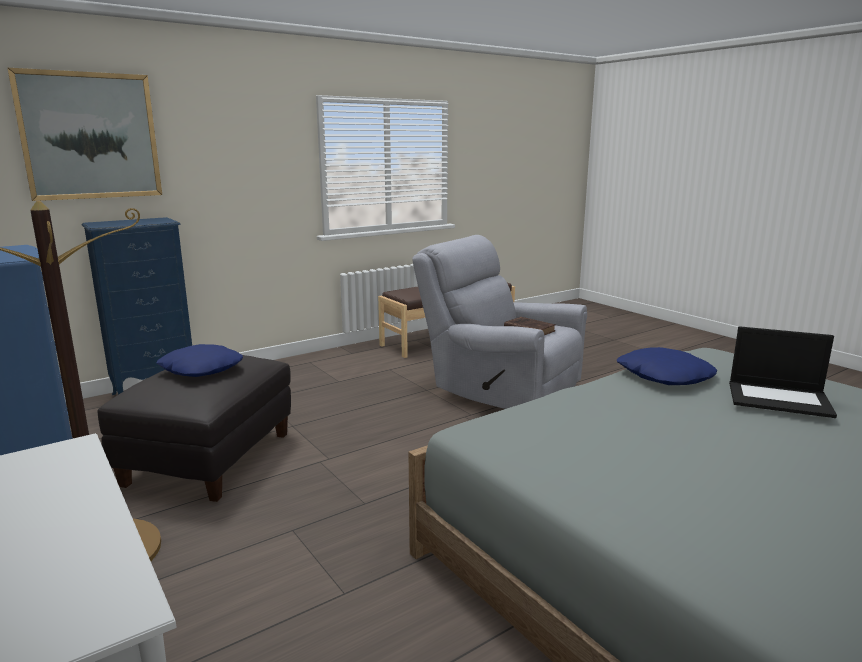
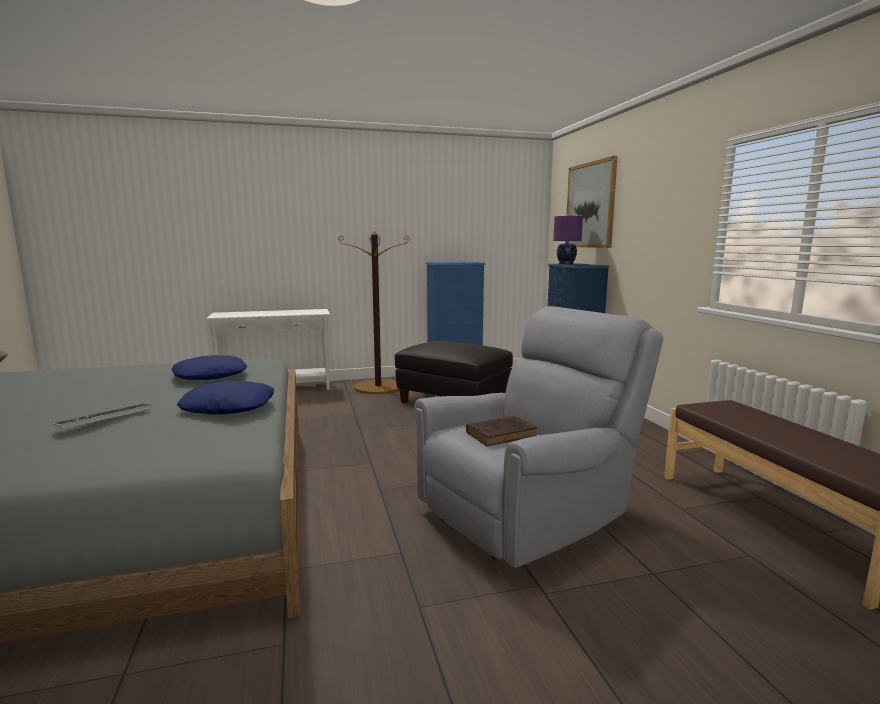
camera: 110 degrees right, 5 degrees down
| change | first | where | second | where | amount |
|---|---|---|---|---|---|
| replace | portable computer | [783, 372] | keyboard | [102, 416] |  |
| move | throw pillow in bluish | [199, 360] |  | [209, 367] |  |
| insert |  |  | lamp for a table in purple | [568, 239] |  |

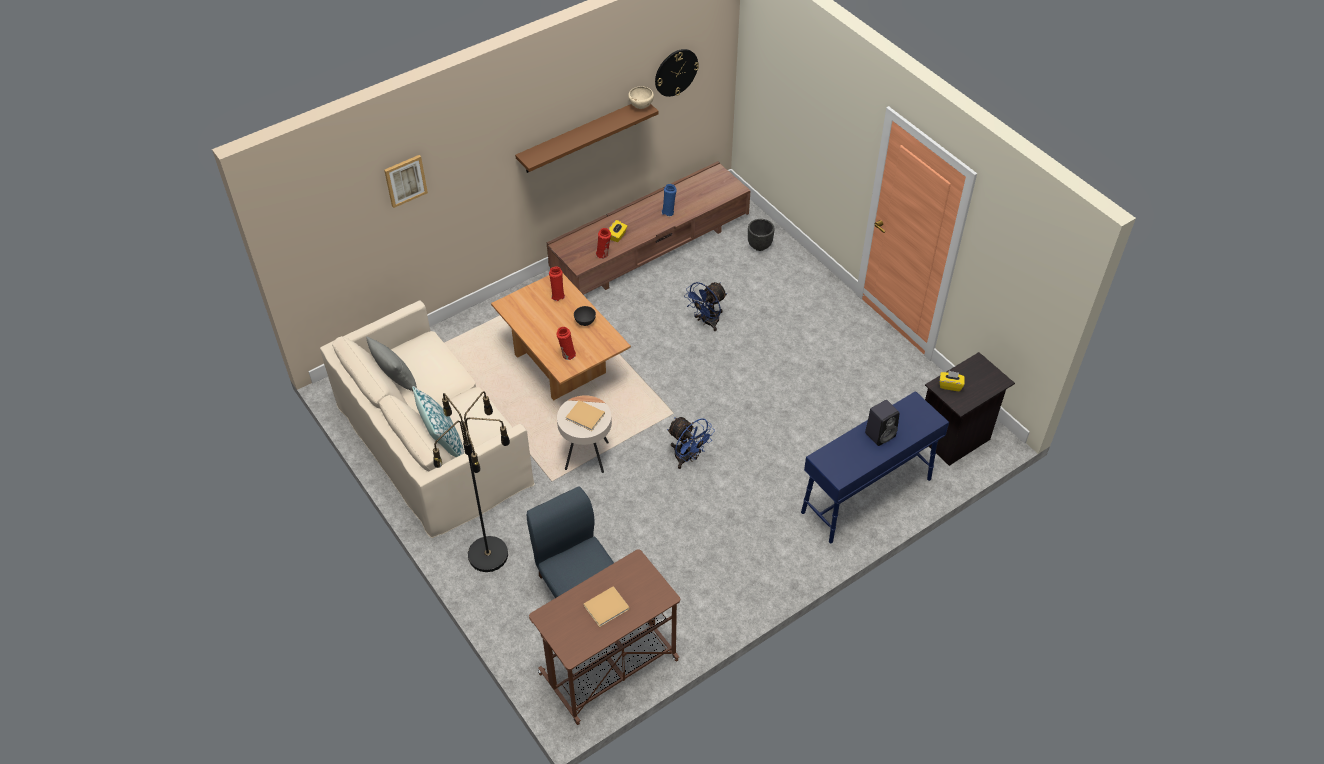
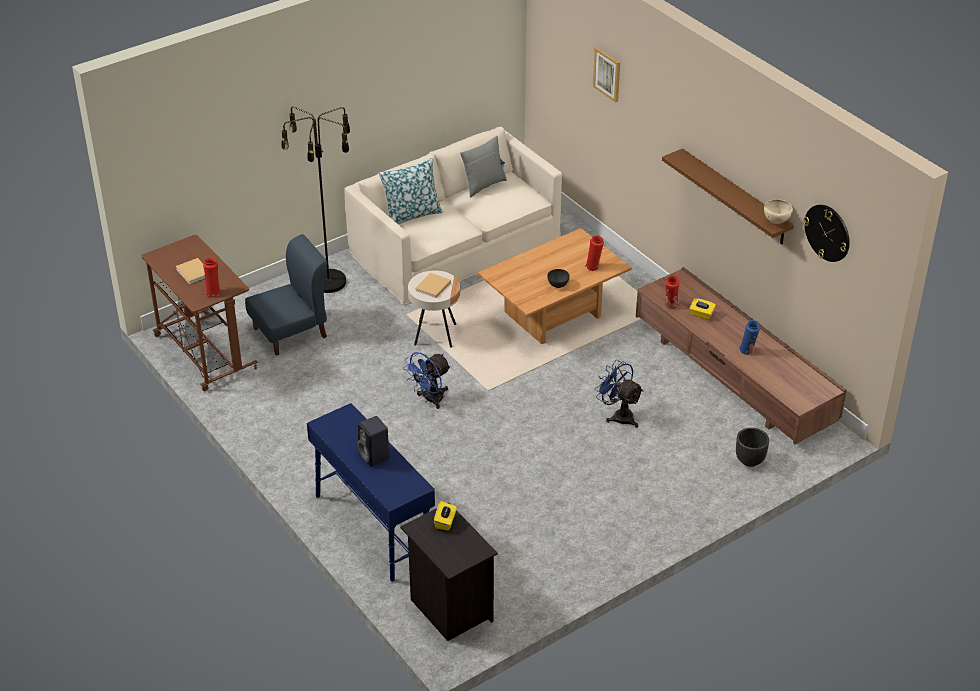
camera: 90 degrees right, 10 degrees down
| change | first | where | second | where | amount |
|---|---|---|---|---|---|
| move | flower vase in red | [566, 343] |  | [211, 277] |  |

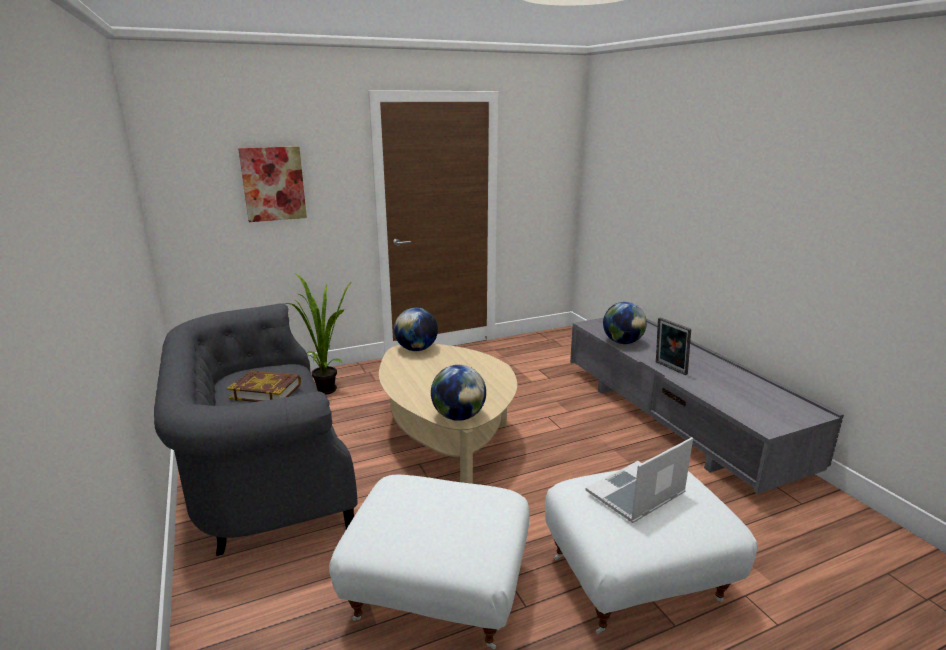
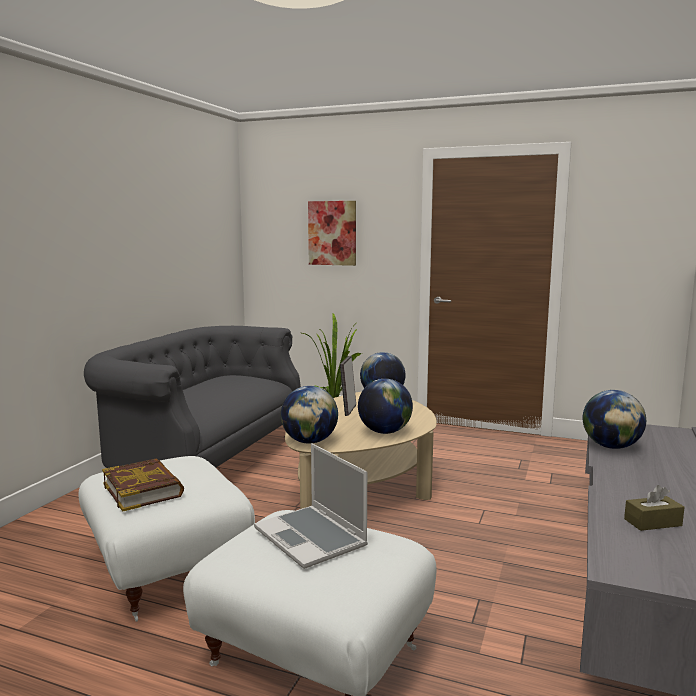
camera: 45 degrees right, 10 degrees down
| change | first | where | second | where | amount |
|---|---|---|---|---|---|
| move | photo frame | [673, 346] |  | [348, 386] |  |
| move | book | [264, 386] |  | [143, 485] |  |
| rotate | portable computer | [639, 480] |  | [311, 506] | 135 degrees counterclockwise |
| insert |  |  | desk globe | [385, 406] |  |
| insert |  |  | tissue holder in brown | [654, 508] |  |

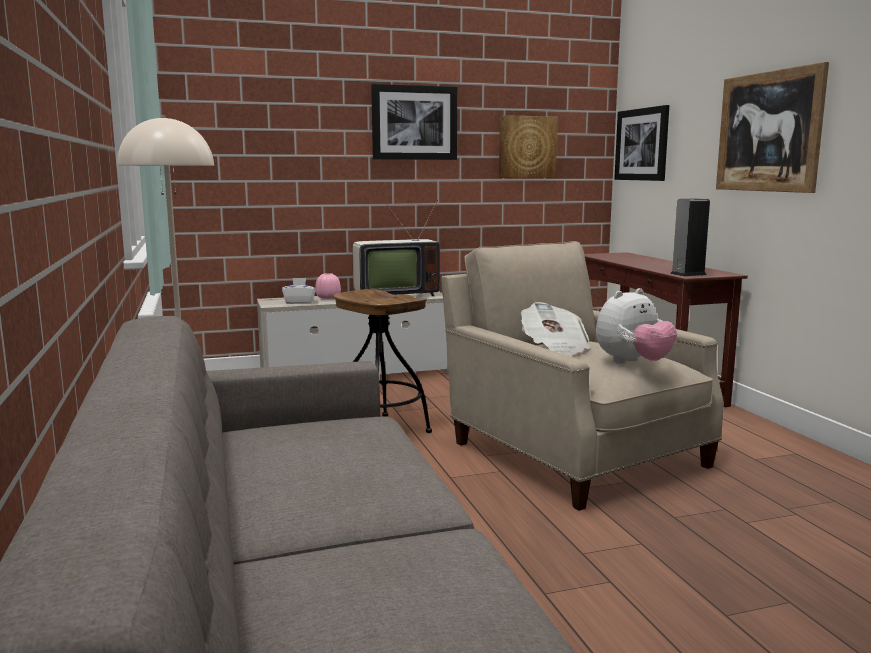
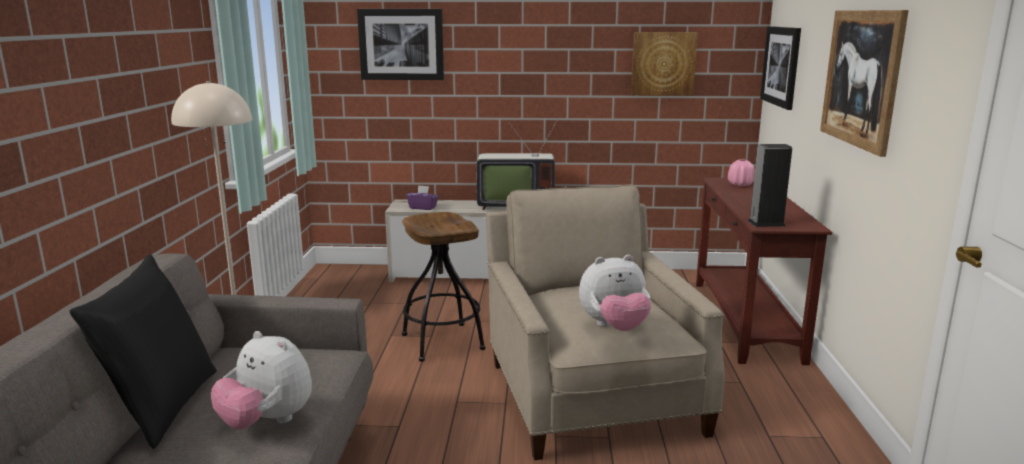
camera: 20 degrees right, 5 degrees up
| change | first | where | second | where | amount |
|---|---|---|---|---|---|
| move | picture | [414, 122] |  | [400, 44] |  |
| move | flower vase in pinkish | [328, 286] |  | [741, 172] |  |
| recolor | tissue holder in white | [299, 291] | tissue holder in purple | [422, 197] |  |
| delete | daily paper | [556, 329] |  |  |  |
| insert |  |  | throw pillow in blackish | [143, 351] |  |
| insert |  |  | cuddly toy | [261, 380] |  |

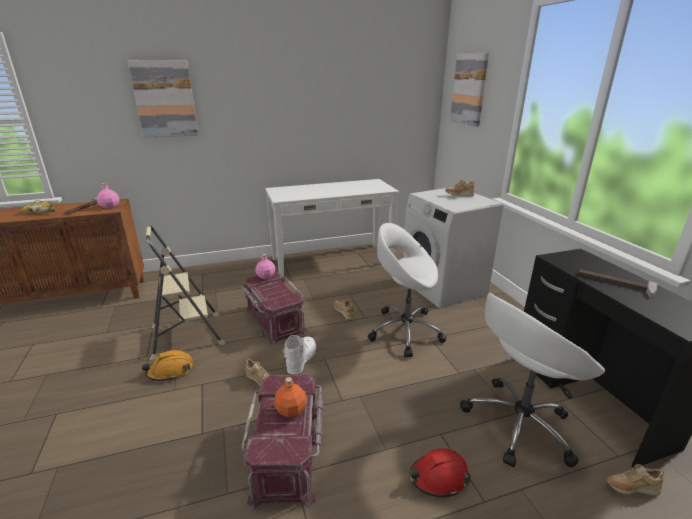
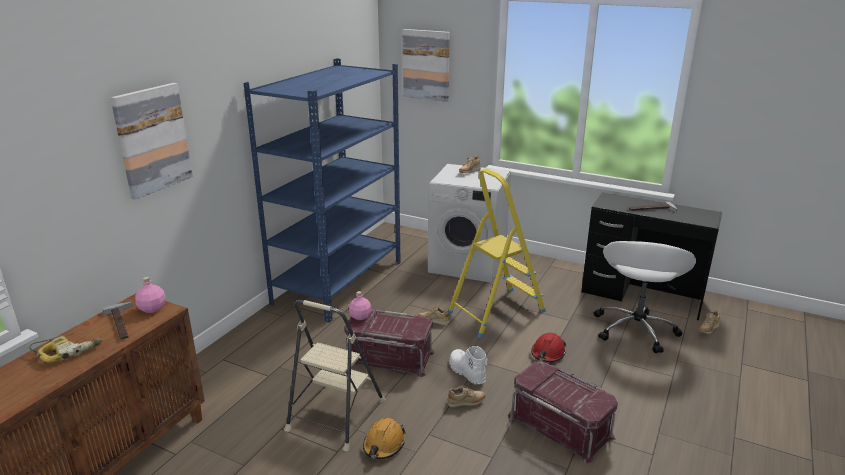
camera: 45 degrees left, 0 degrees up
| change | first | where | second | where | amount |
|---|---|---|---|---|---|
| replace | console table in white | [332, 228] | bookcase in bluish | [322, 190] |  |
| replace | desk chair in white | [407, 290] | step stool in yellow | [497, 253] |  |
| delete | drink bottle in orangey | [290, 397] |  |  |  |
| move | hard hat in red | [439, 472] |  | [548, 347] |  |

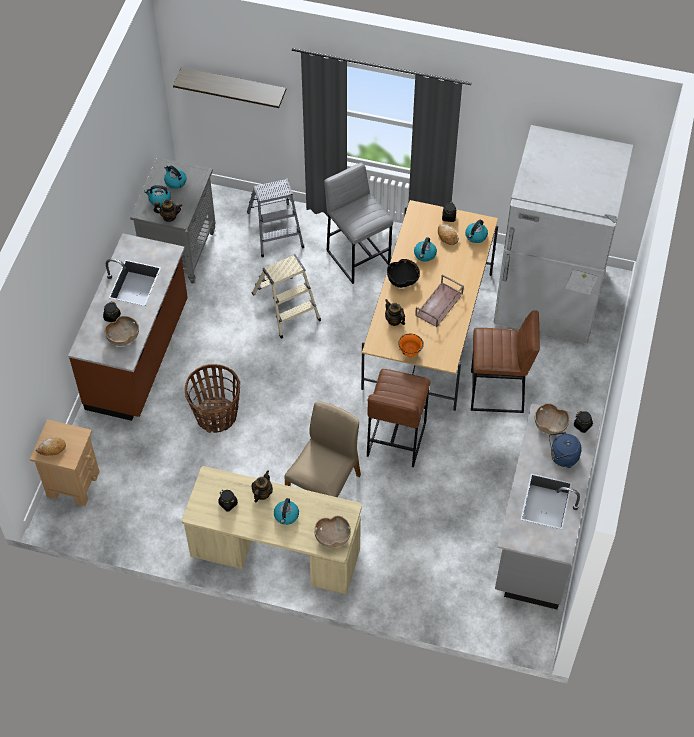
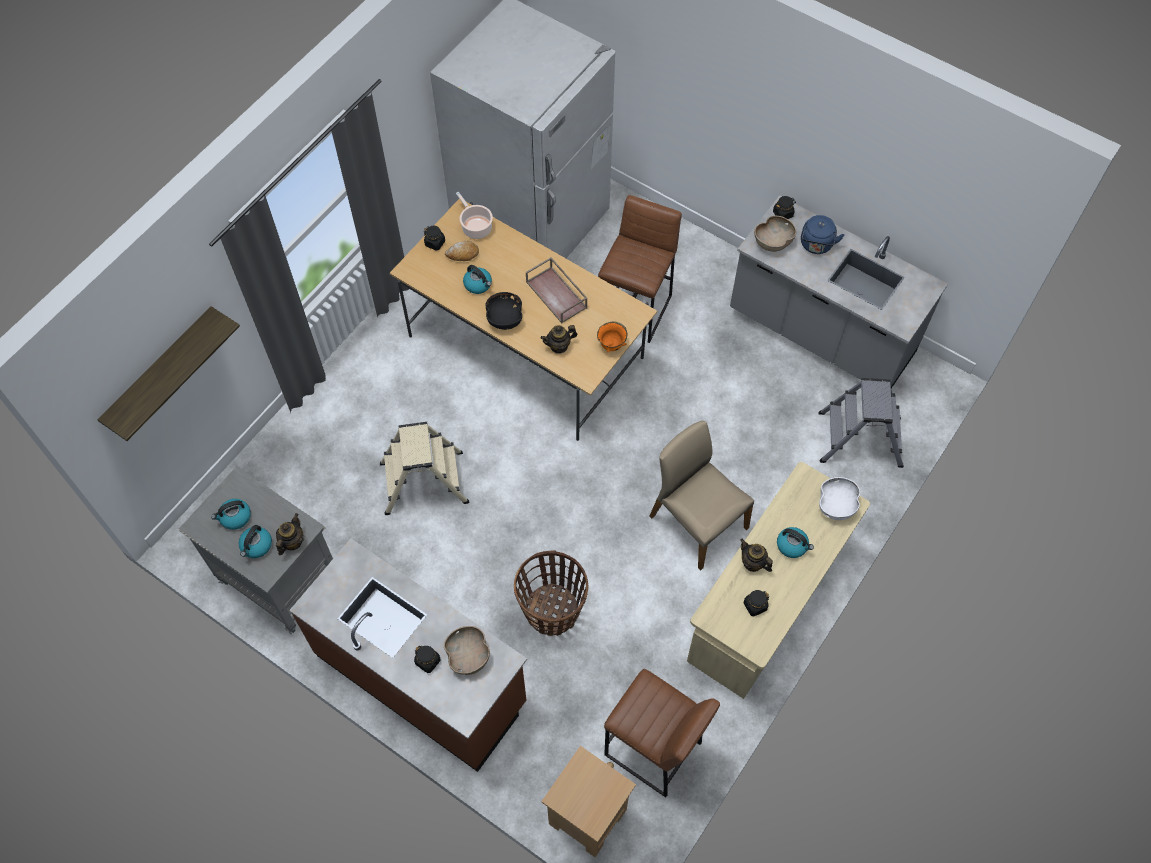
camera: 70 degrees left, 5 degrees up
| change | first | where | second | where | amount |
|---|---|---|---|---|---|
| delete | stool in grey | [358, 223] |  |  |  |
| move | step stool in grey | [275, 218] |  | [861, 423] |  |
| replace | tea kettle | [476, 231] | saucepot | [474, 215] |  |
| move | stool in brown | [399, 418] |  | [662, 733] |  |
| delete | bread | [51, 446] |  |  |  |
| recolor | deep dish in brown | [332, 532] | deep dish in white | [839, 498] |  |

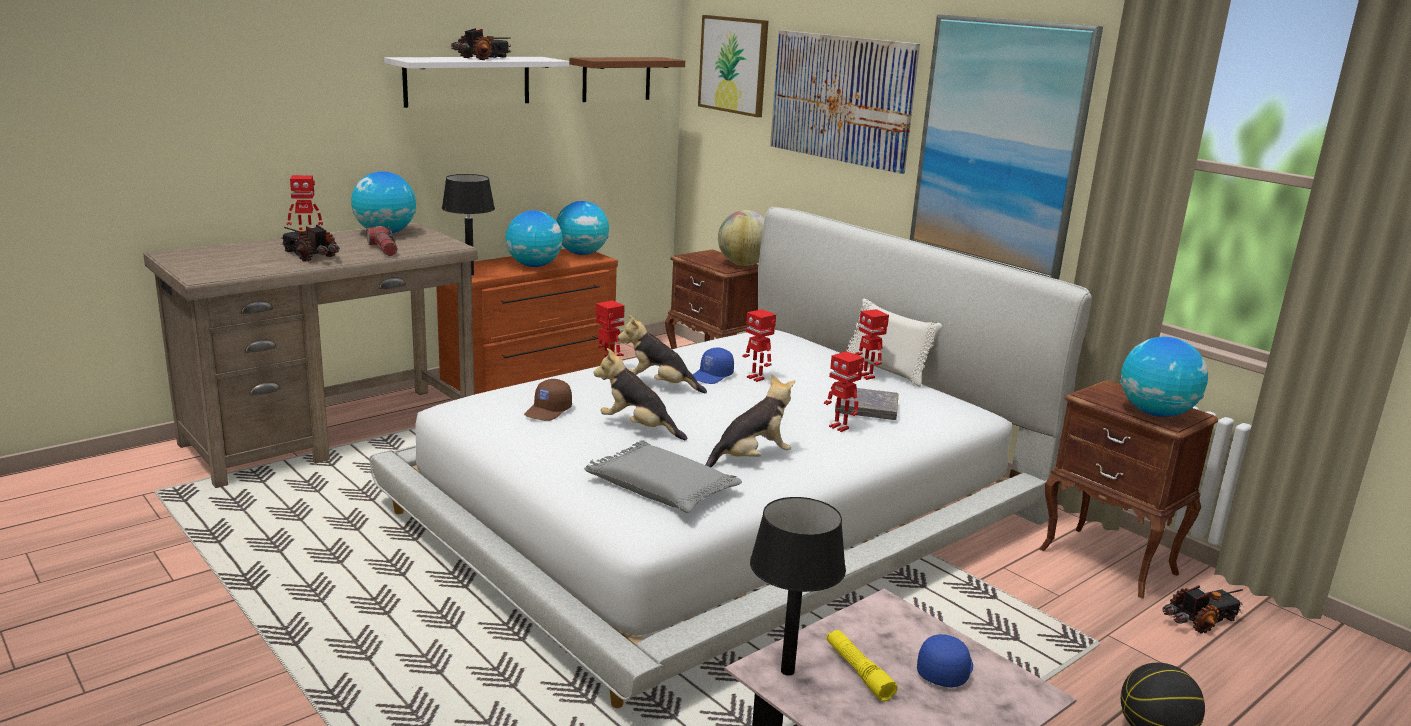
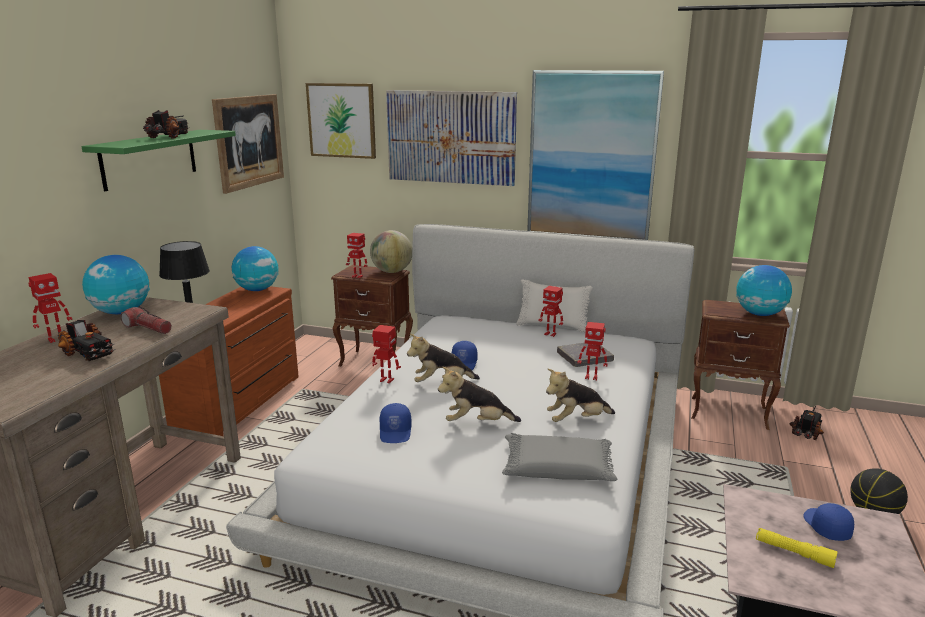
camera: 30 degrees left, 0 degrees up
| change | first | where | second | where | amount |
|---|---|---|---|---|---|
| recolor | wall shelf in white | [476, 82] | wall shelf in green | [158, 160] |  |
| replace | wall shelf in brown | [627, 79] | picture | [248, 144] |  |
| delete | desk globe | [534, 238] |  |  |  |
| rotate | toy lorry | [310, 243] |  | [87, 340] | 150 degrees counterclockwise |
| move | toy robot | [759, 345] |  | [356, 255] |  |
| rotate | cuddly toy | [750, 420] |  | [580, 395] | 135 degrees counterclockwise |
| recolor | cap in brown | [548, 400] | cap in bluish | [396, 423] |  |
| delete | lamp for a table in blackish | [798, 586] |  |  |  |

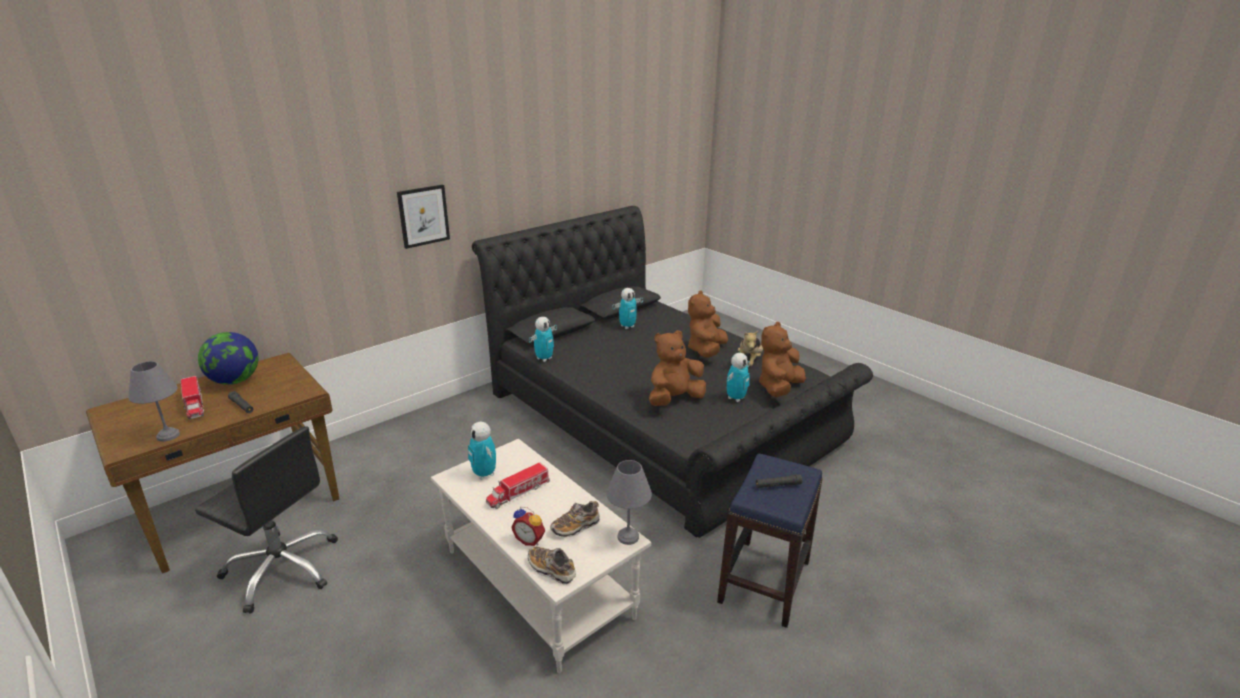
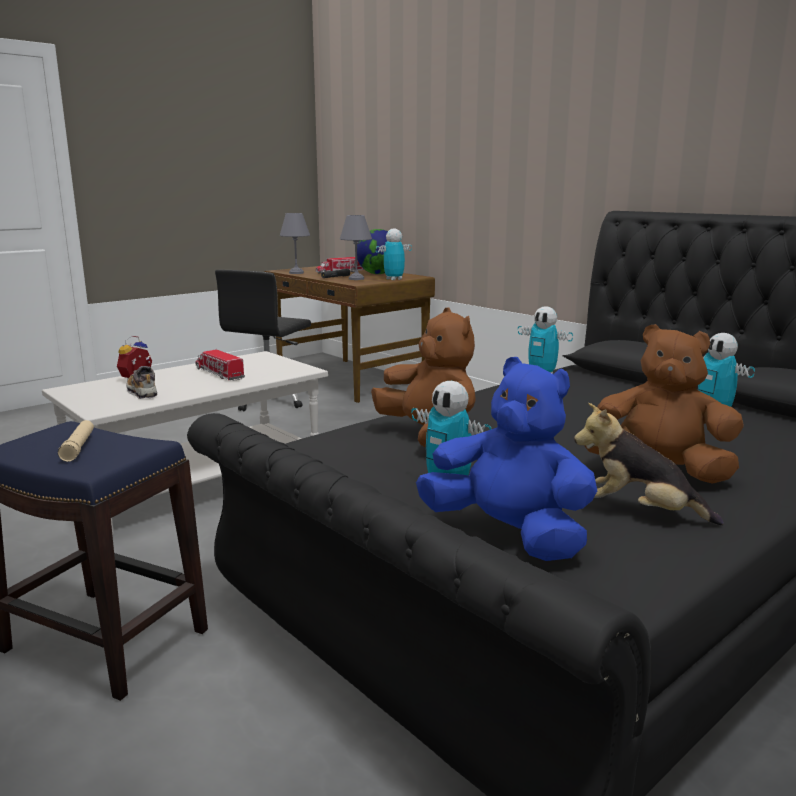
camera: 90 degrees right, 10 degrees down
| change | first | where | second | where | amount |
|---|---|---|---|---|---|
| delete | picture | [423, 216] |  |  |  |
| recolor | cuddly toy in brown | [782, 359] | cuddly toy in bluish | [506, 459] |  |
| move | toy robot | [482, 451] |  | [394, 254] |  |
| move | lamp for a table in grey | [629, 502] |  | [356, 247] |  |
| recolor | torch in blackish | [779, 481] | torch in beige | [76, 441] |  |
| delete | item of footwear | [552, 566] |  |  |  |

